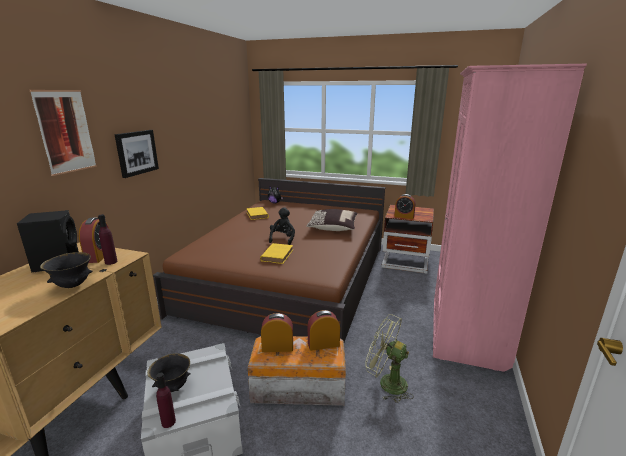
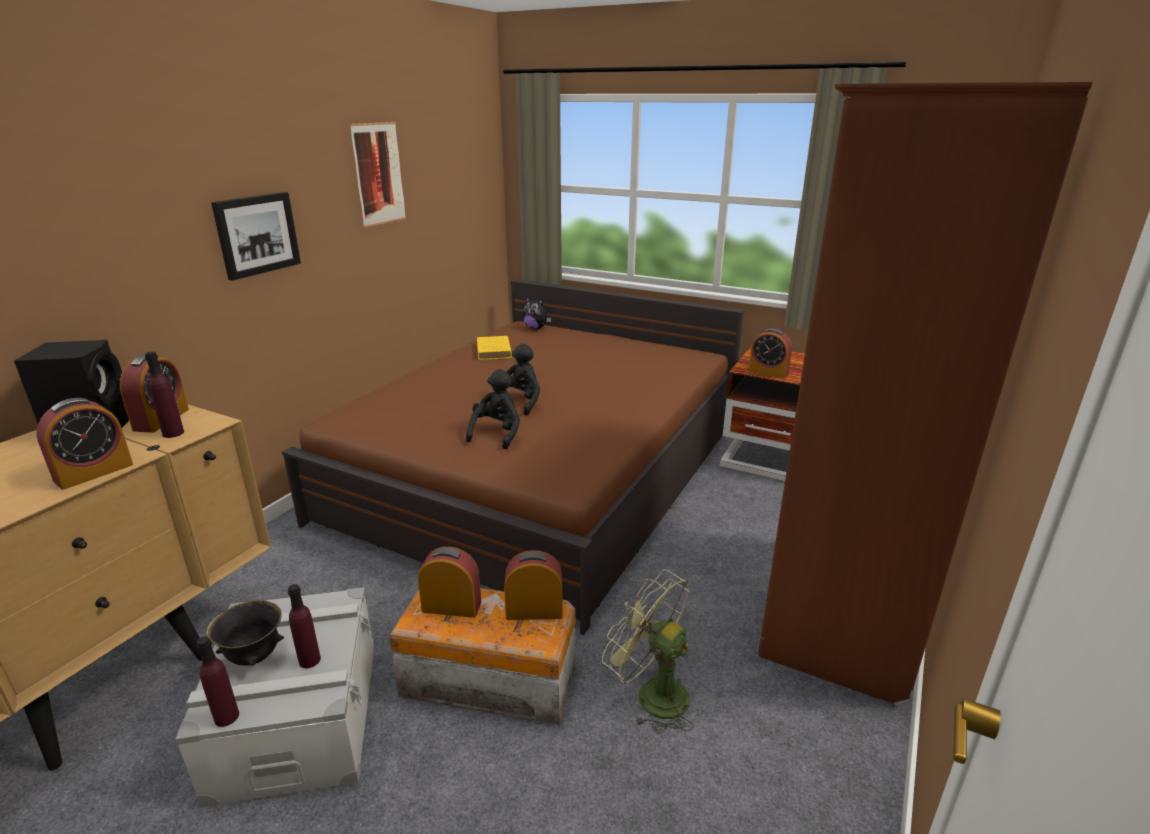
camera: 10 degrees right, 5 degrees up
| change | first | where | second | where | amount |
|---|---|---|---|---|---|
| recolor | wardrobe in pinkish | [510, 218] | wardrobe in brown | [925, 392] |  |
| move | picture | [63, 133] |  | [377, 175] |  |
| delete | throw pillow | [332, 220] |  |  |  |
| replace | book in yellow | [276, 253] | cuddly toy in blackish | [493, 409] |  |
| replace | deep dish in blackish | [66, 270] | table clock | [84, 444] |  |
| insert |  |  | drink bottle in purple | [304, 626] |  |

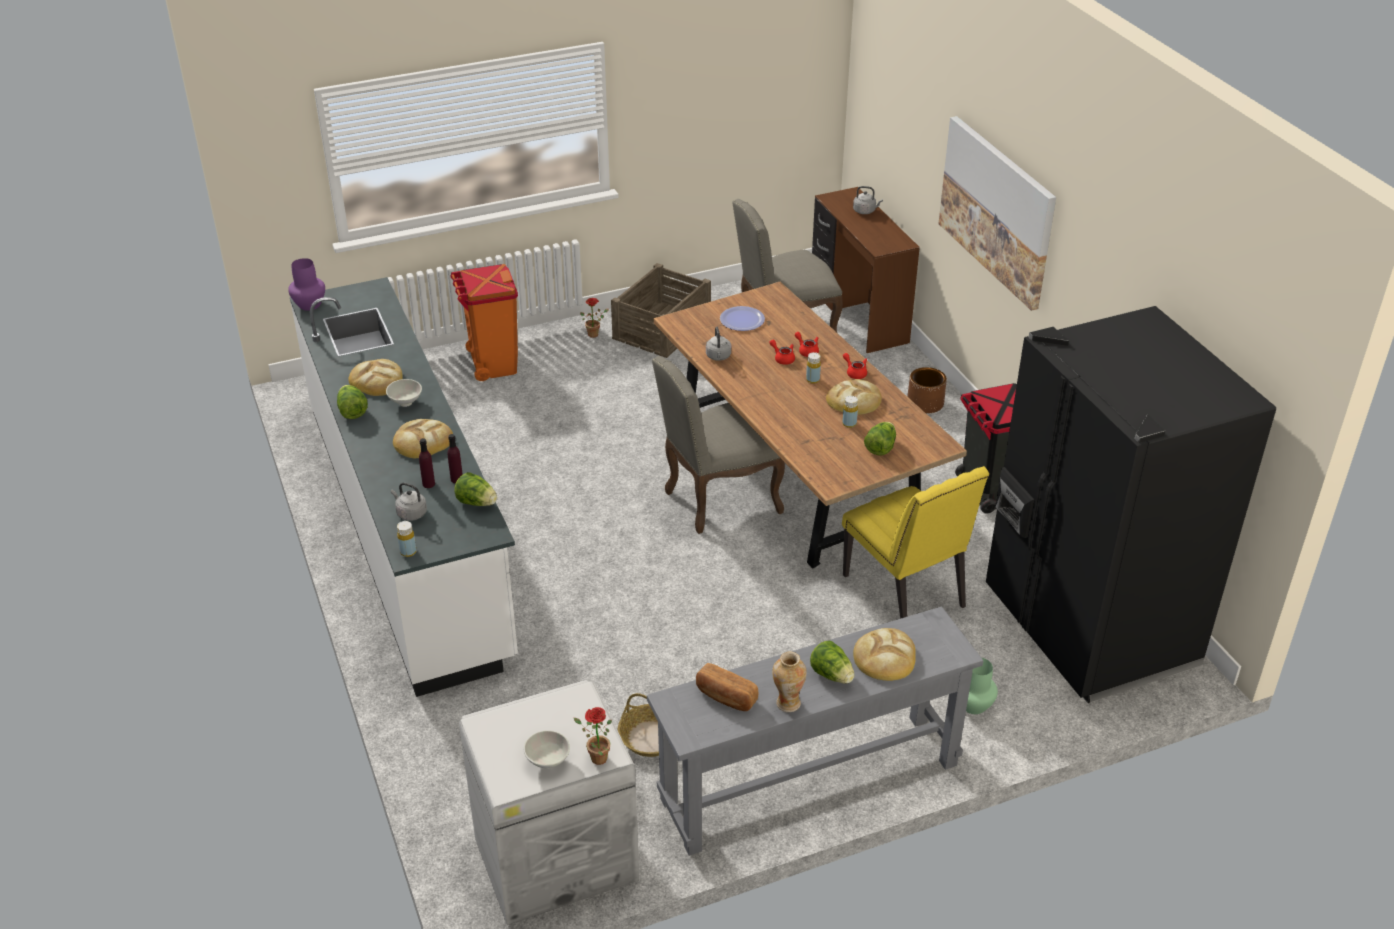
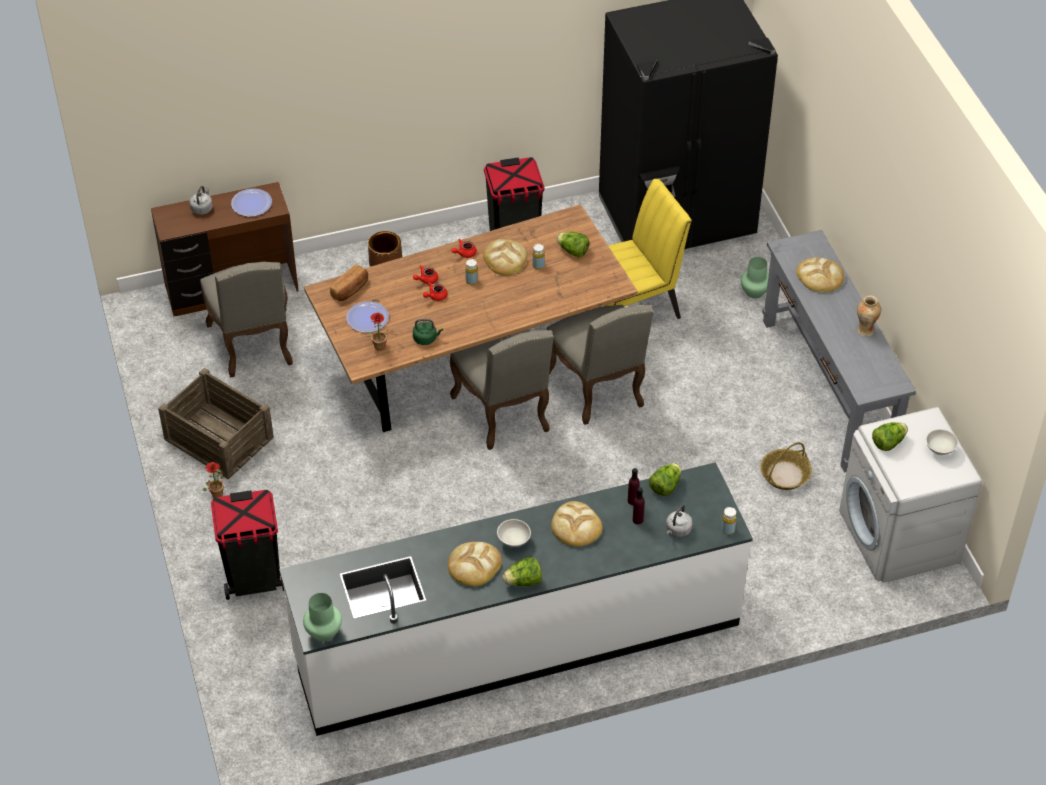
camera: 85 degrees left, 10 degrees up
| change | first | where | second | where | amount |
|---|---|---|---|---|---|
| delete | picture | [997, 213] |  |  |  |
| recolor | flower vase in purple | [306, 284] | flower vase in green | [322, 617] |  |
| recolor | trash can in orangey | [484, 322] | trash can in blackish | [247, 545] |  |
| recolor | tea kettle in grey | [718, 344] | tea kettle in green | [428, 332] |  |
| move | head of lettuce | [832, 662] |  | [890, 436] |  |
| move | bread | [727, 687] |  | [349, 282] |  |
| move | plant in a pot | [593, 736] |  | [380, 332] |  |
| insert |  |  | flat dish | [251, 202] |  |
| insert |  |  | plain chair in grey | [600, 365] |  |

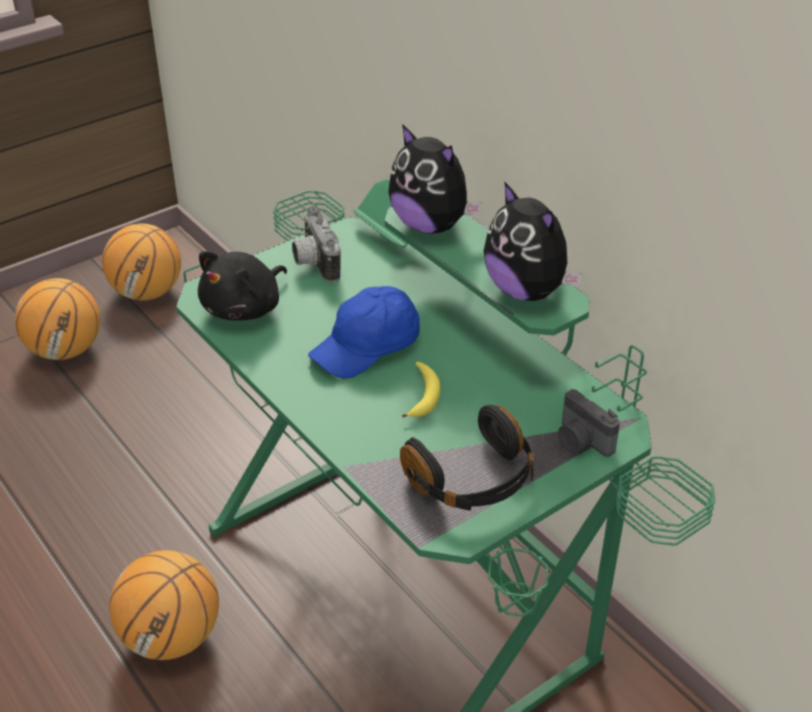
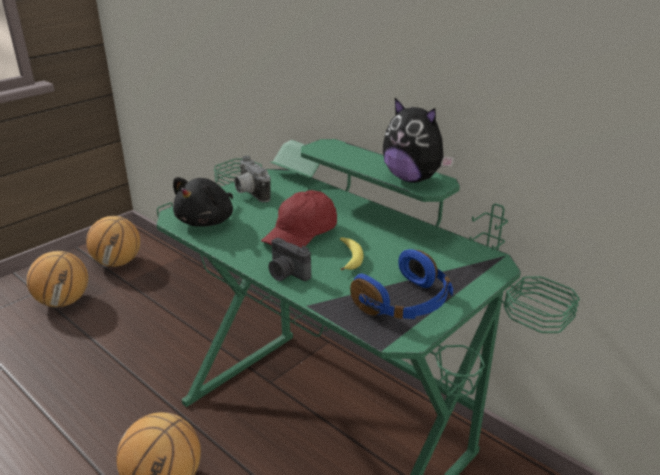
camera: 10 degrees left, 10 degrees down
| change | first | where | second | where | amount |
|---|---|---|---|---|---|
| delete | cuddly toy | [435, 179] |  |  |  |
| recolor | cap in bluish | [364, 332] | cap in red | [299, 219] |  |
| move | still camera | [589, 423] |  | [290, 259] |  |
| recolor | headset in blackish | [467, 457] | headset in bluish | [401, 284] |  |

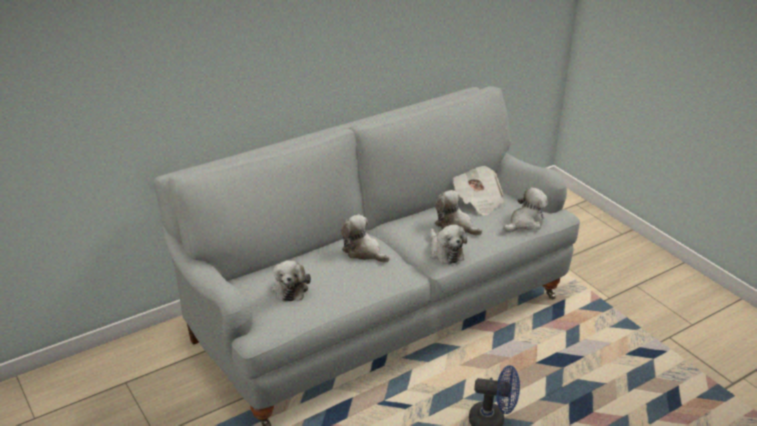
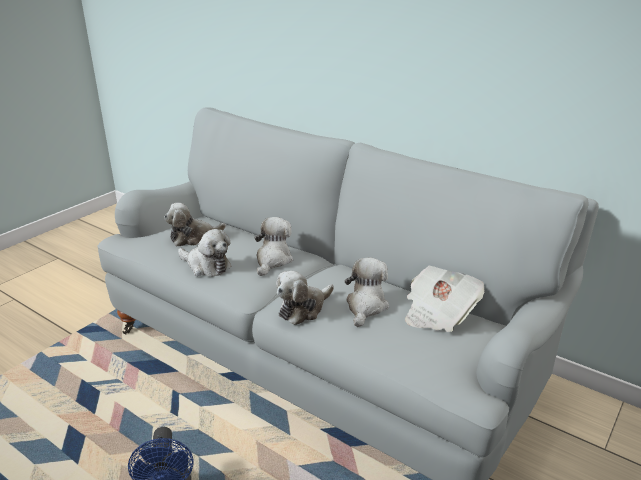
camera: 70 degrees right, 5 degrees down
| change | first | where | second | where | amount |
|---|---|---|---|---|---|
| move | cuddly toy | [525, 209] |  | [205, 253] |  |

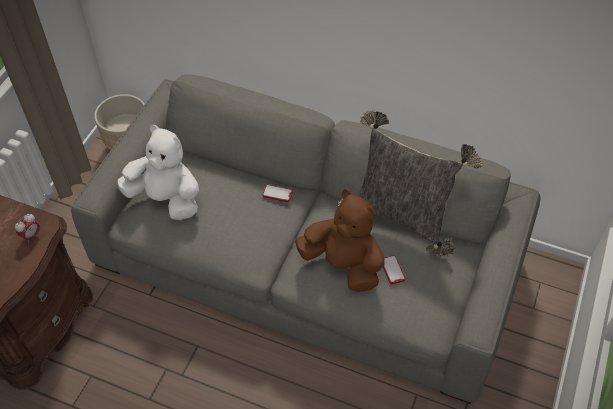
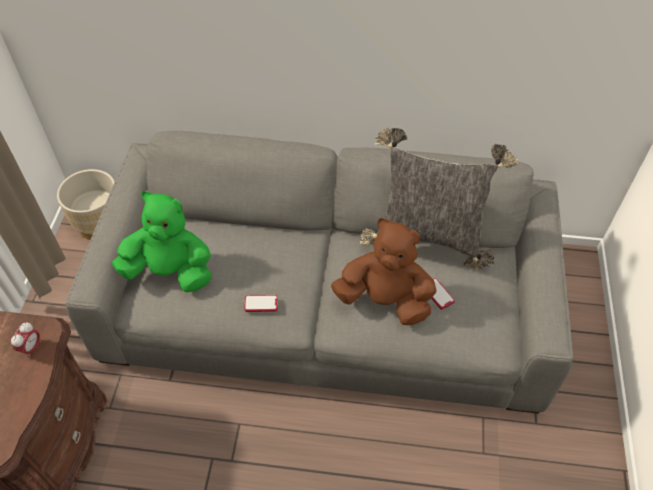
camera: 15 degrees left, 0 degrees up
| change | first | where | second | where | amount |
|---|---|---|---|---|---|
| recolor | cuddly toy in white | [158, 172] | cuddly toy in green | [162, 241] |  |
| move | telephone | [277, 193] |  | [261, 303] |  |

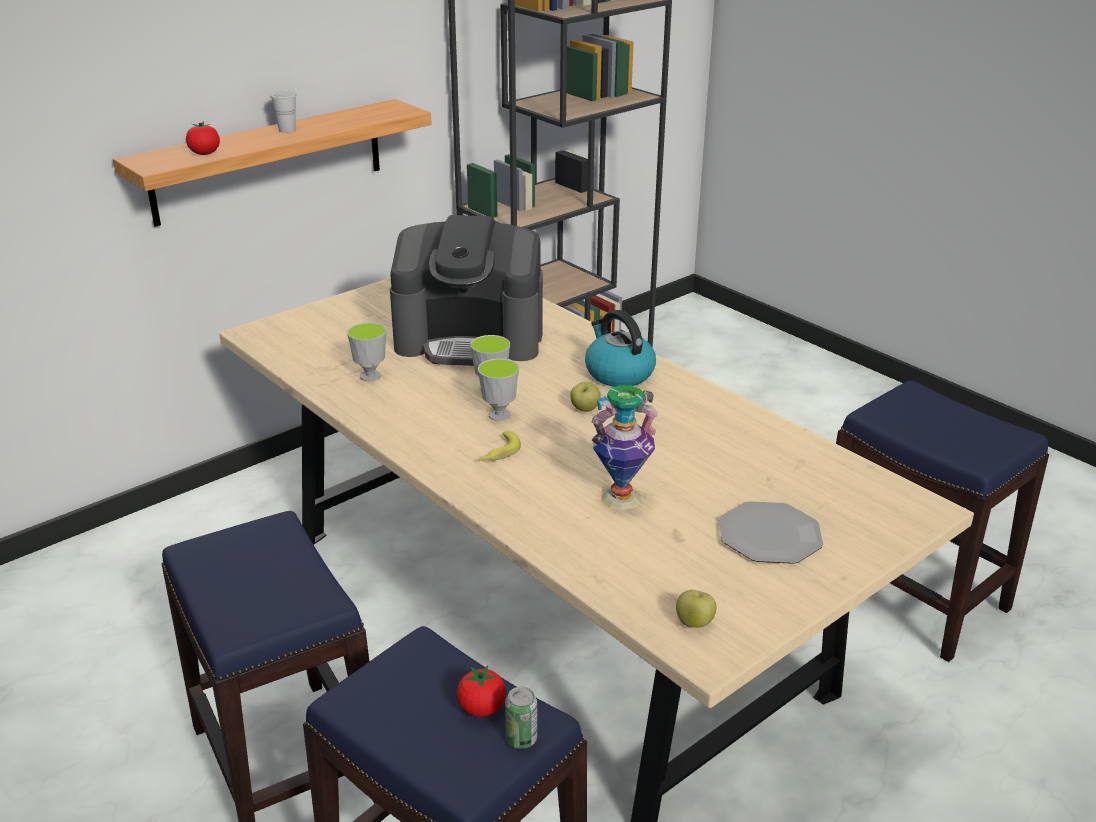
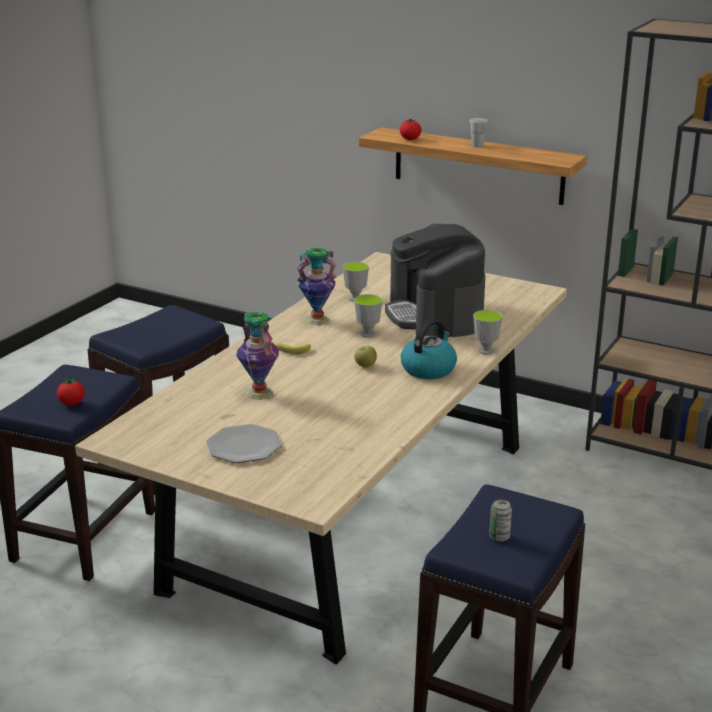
camera: 70 degrees right, 5 degrees down
| change | first | where | second | where | amount |
|---|---|---|---|---|---|
| move | cup | [498, 389] |  | [488, 332] |  |
| delete | apple | [696, 609] |  |  |  |
| move | metal can | [521, 718] |  | [500, 521] |  |
| insert |  |  | flower vase | [317, 286] |  |

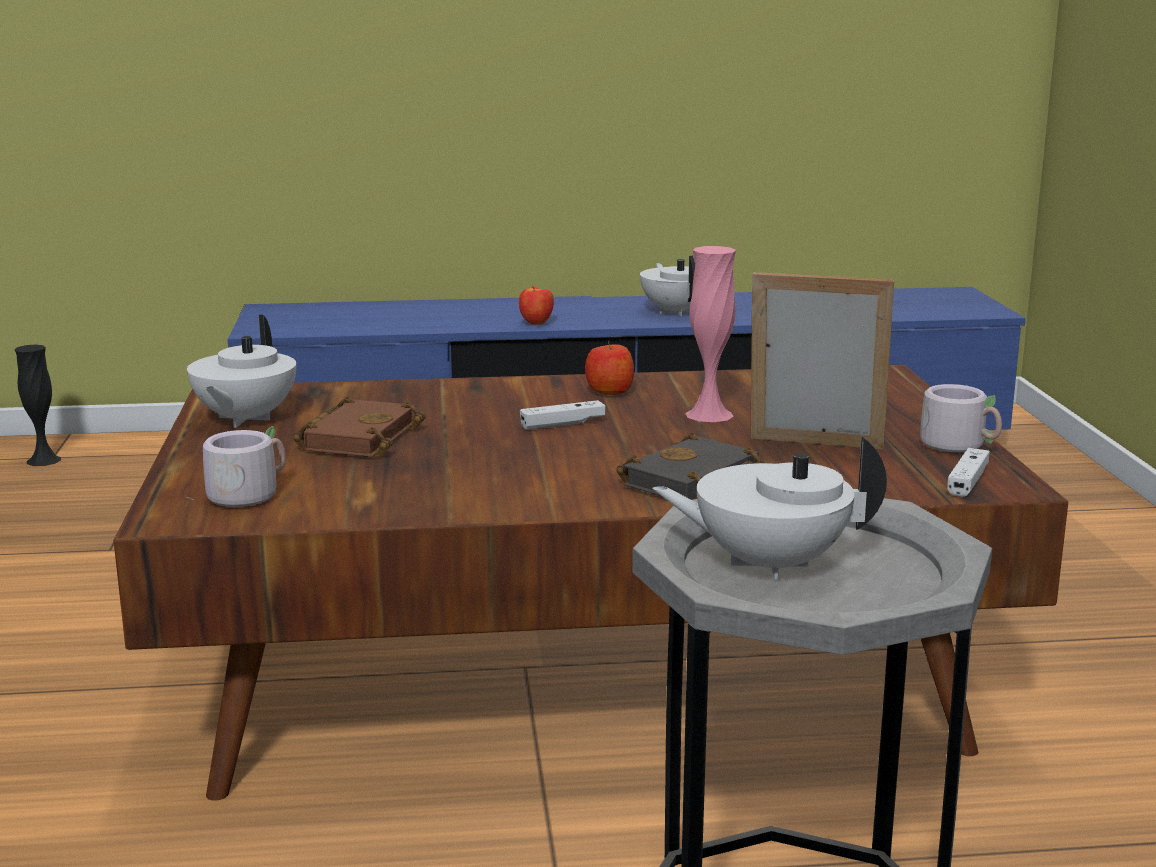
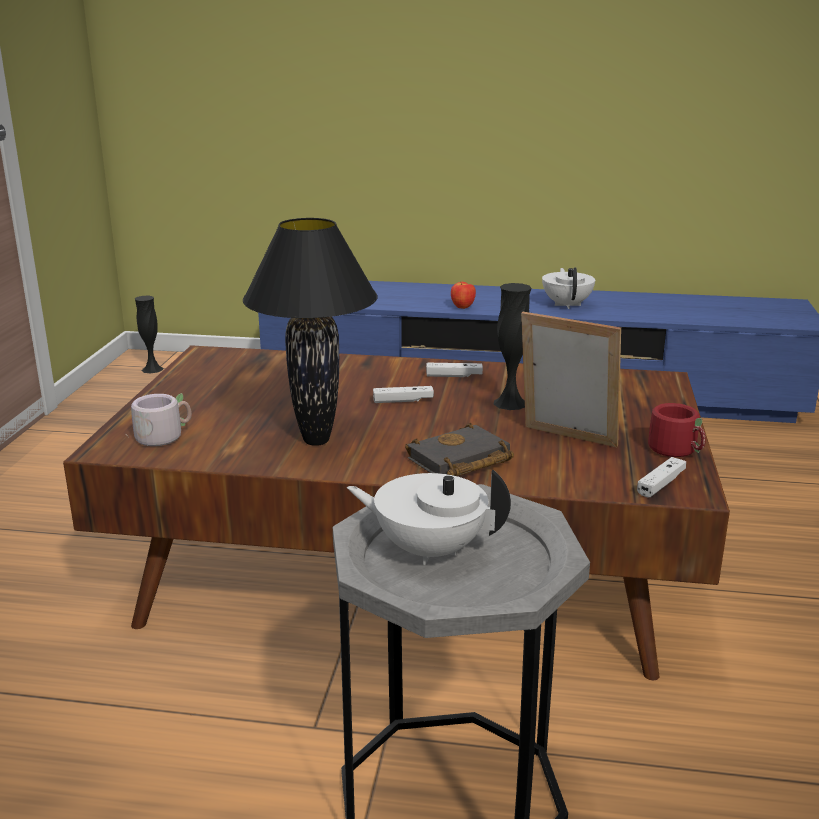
camera: 15 degrees right, 5 degrees up
| change | first | where | second | where | amount |
|---|---|---|---|---|---|
| recolor | flower vase in pinkish | [710, 334] | flower vase in blackish | [512, 346] |  |
| delete | pot for tea in white | [241, 371] |  |  |  |
| replace | apple | [609, 367] | game controller in white | [454, 370] |  |
| recolor | coffee mug in grey | [961, 418] | coffee mug in red | [677, 430] |  |
| delete | book in brown | [359, 426] |  |  |  |
| insert |  |  | lamp for a table in blackish | [310, 332] |  |

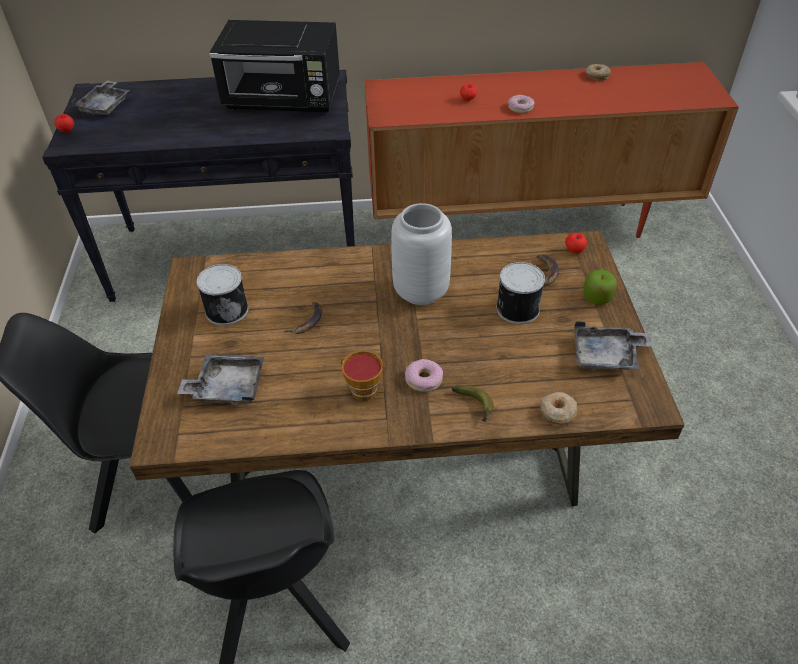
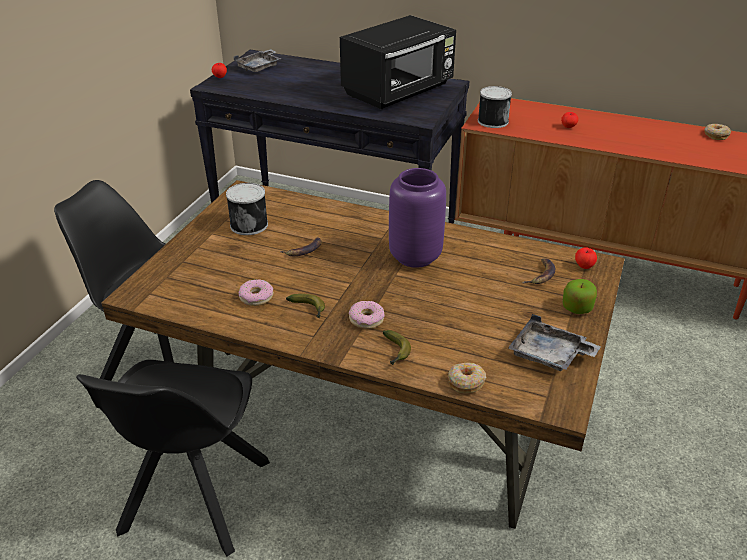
camera: 25 degrees right, 10 degrees down
| change | first | where | second | where | amount |
|---|---|---|---|---|---|
| rotate | microwave in blackish | [274, 66] |  | [398, 62] | 75 degrees counterclockwise |
| move | ring doughnut | [521, 104] |  | [256, 292] |  |
| recolor | flower vase in grey | [421, 254] | flower vase in purple | [417, 218] |  |
| move | metal can | [520, 293] |  | [495, 107] |  |
| replace | cup | [362, 375] | banana fruit | [305, 306] |  |
| delete | serving tray in grey | [220, 379] |  |  |  |

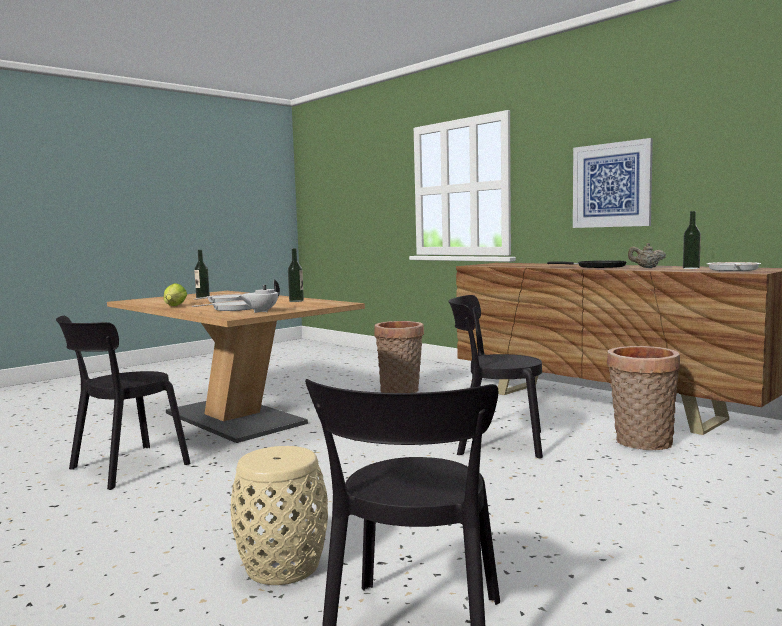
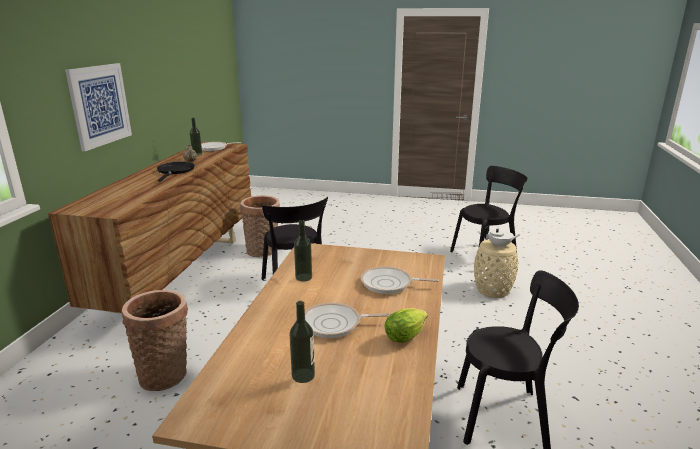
camera: 125 degrees left, 15 degrees up
| change | first | where | second | where | amount |
|---|---|---|---|---|---|
| move | pot for tea in white | [259, 296] |  | [501, 237] |  |

